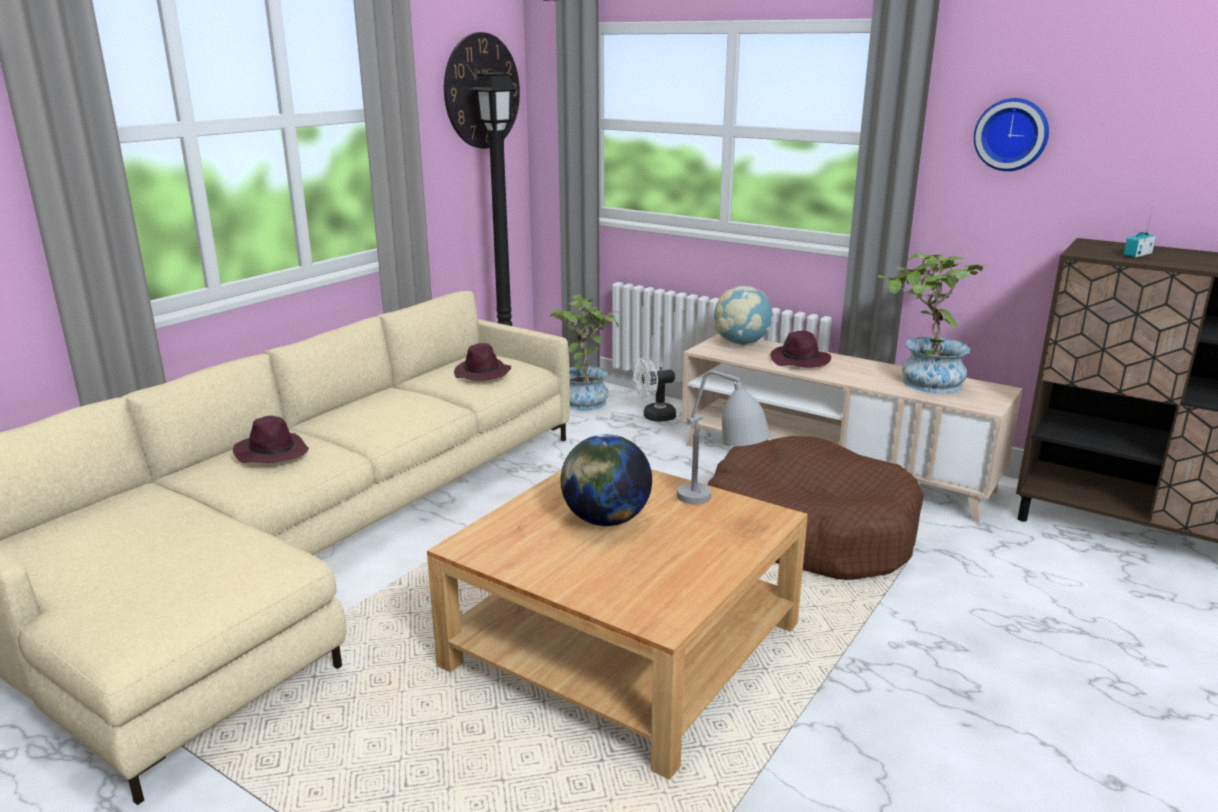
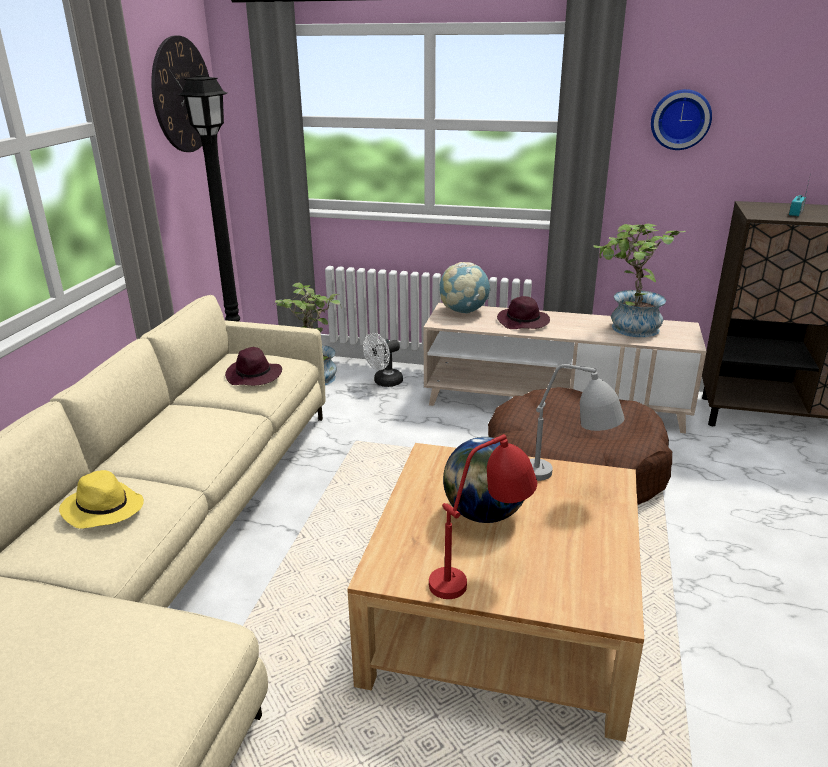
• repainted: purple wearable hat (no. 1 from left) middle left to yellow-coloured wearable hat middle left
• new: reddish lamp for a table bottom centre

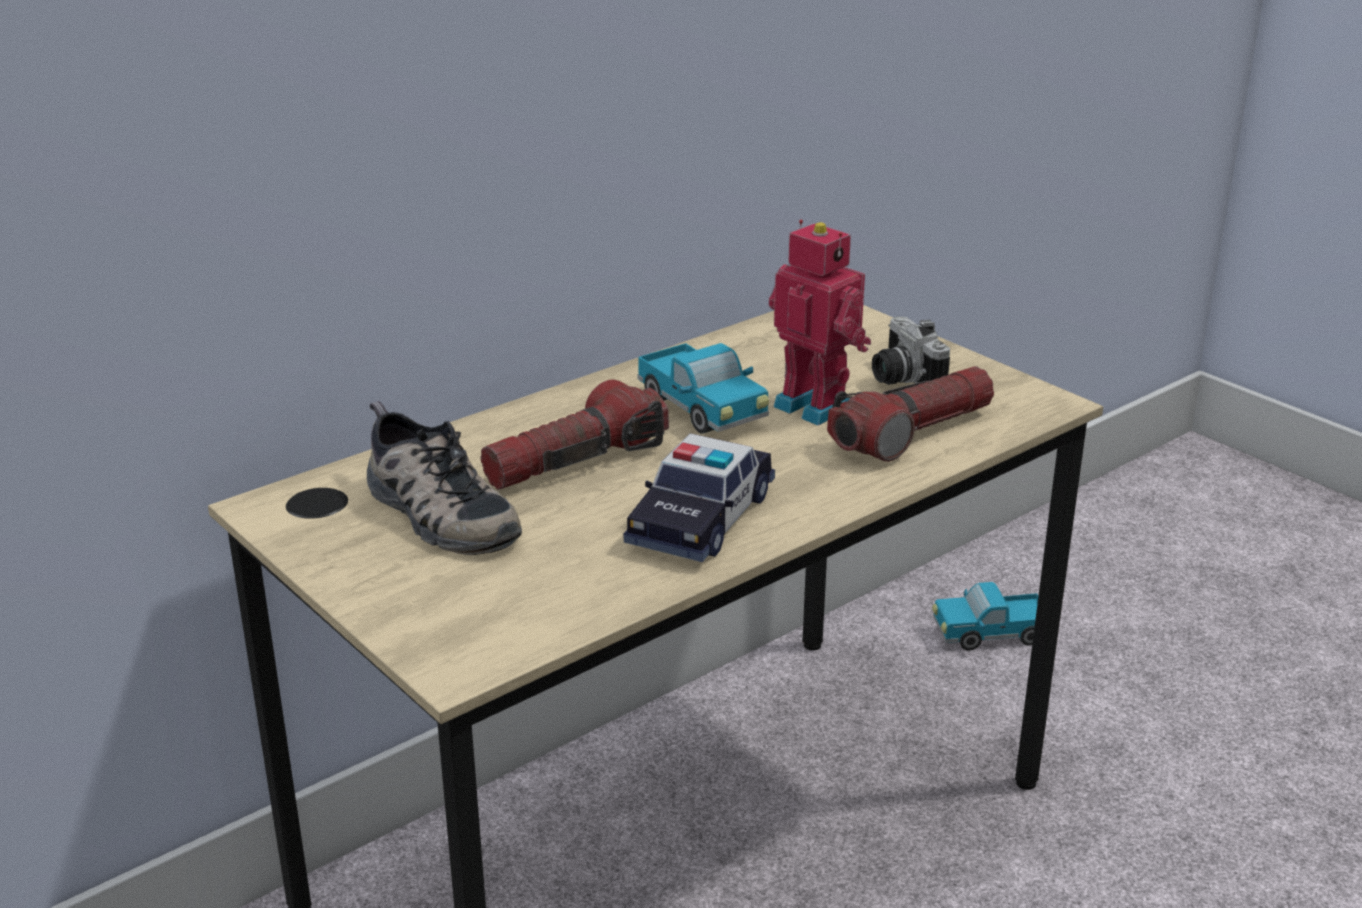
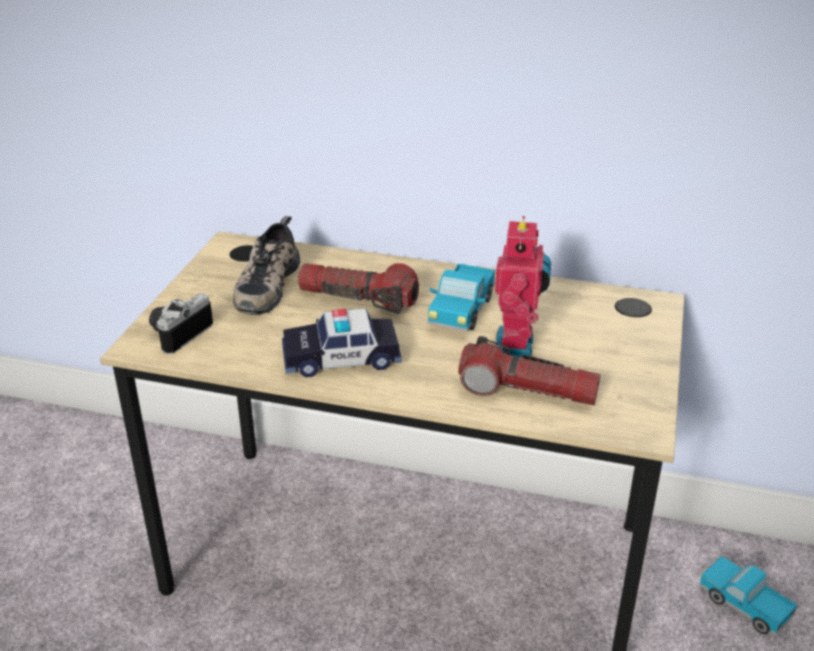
• shifted: photo camera middle right to middle left

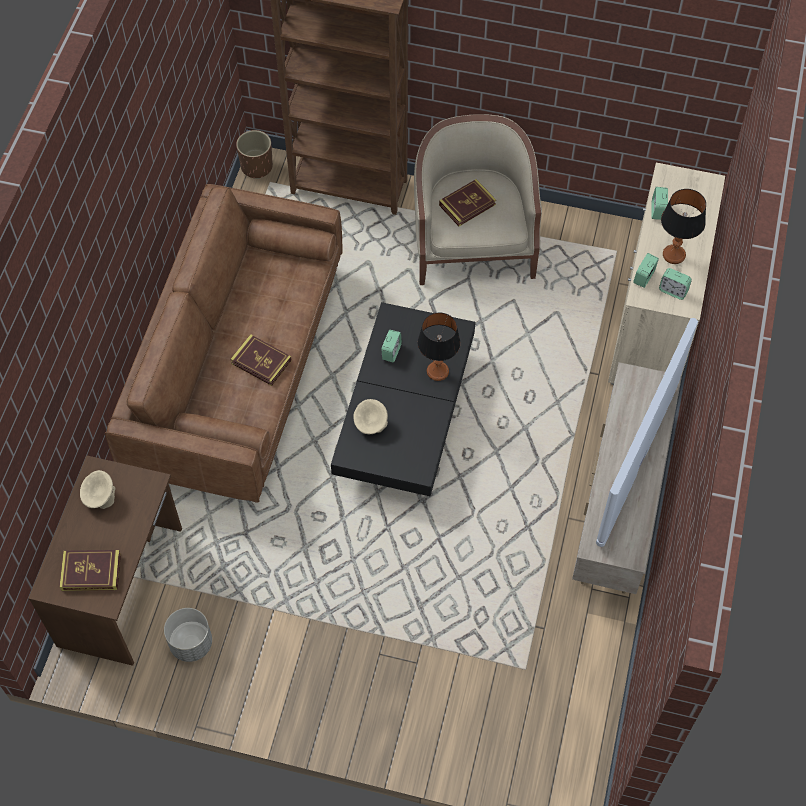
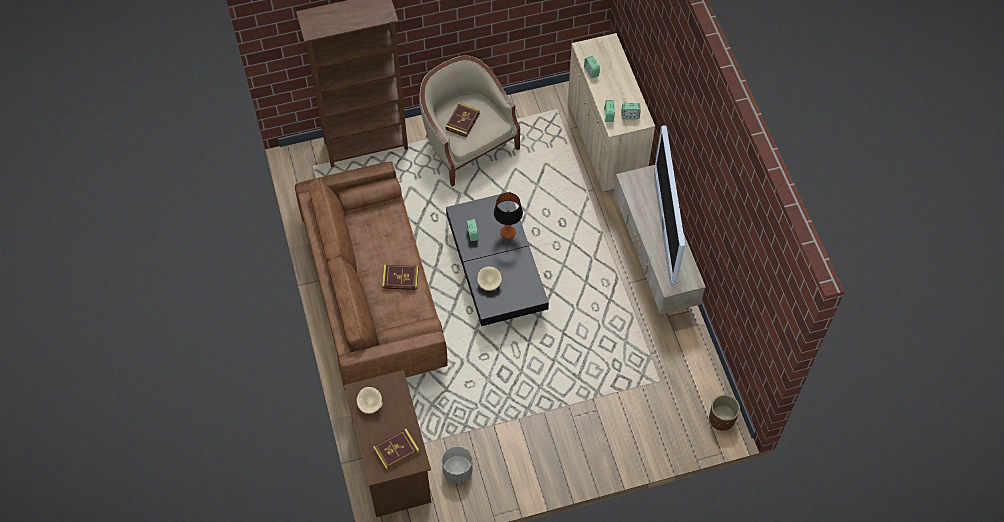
• shifted: brownish flower pot top left to bottom right
• gone: lamp for a table (no. 2 from left) top right

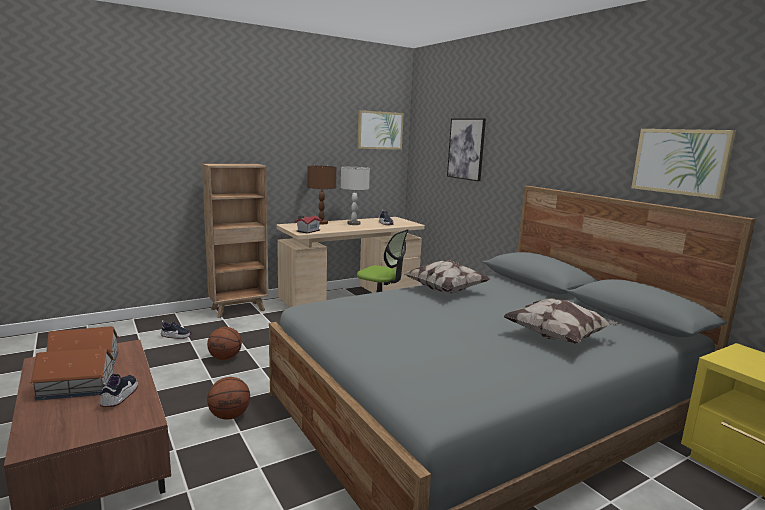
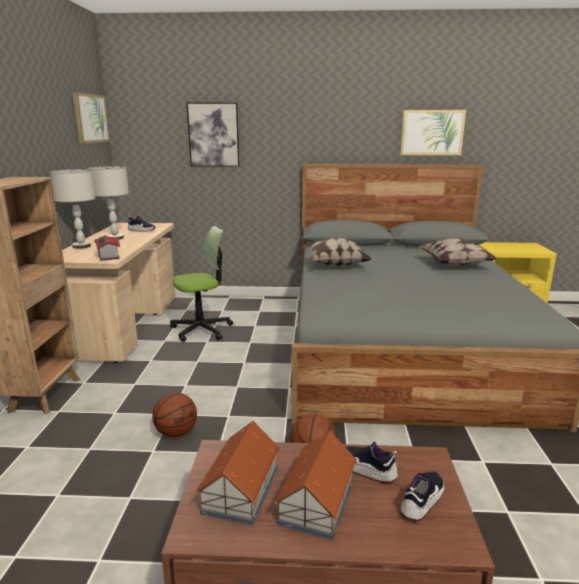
• repainted: brownish lamp for a table centre to greyish lamp for a table (no. 1 from left) middle left
• shifted: item of footwear (no. 2 from left in the first image) middle left to item of footwear (no. 3 from left) bottom right

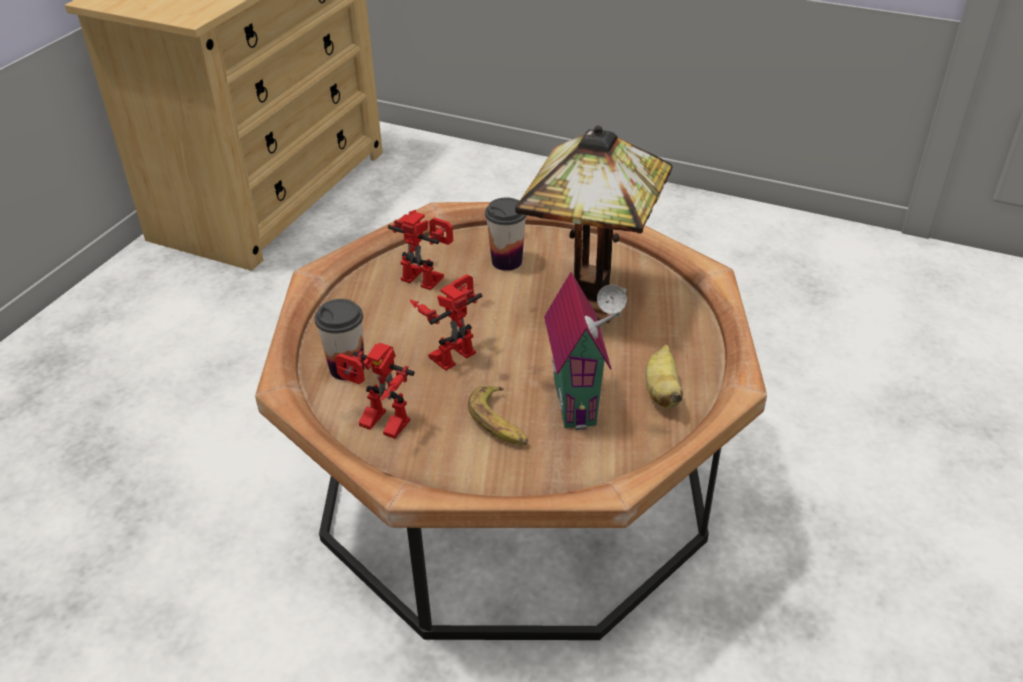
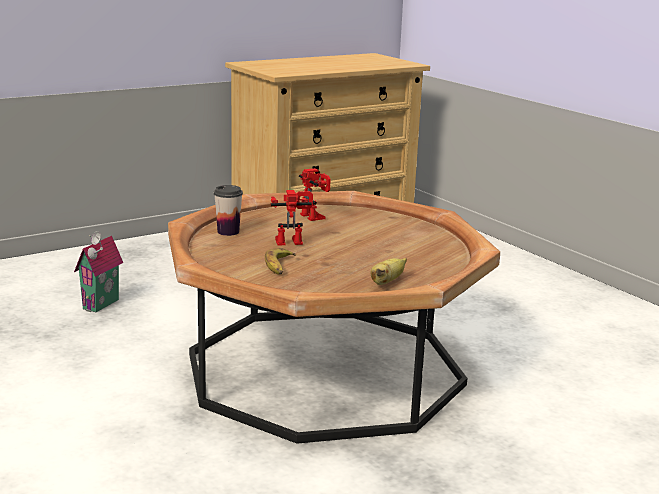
• gone: lamp for a table top centre
• gone: drinking cup (no. 2 from left) centre
• shifted: miniature house centre to middle left
• gone: toy robot (no. 1 from left) centre

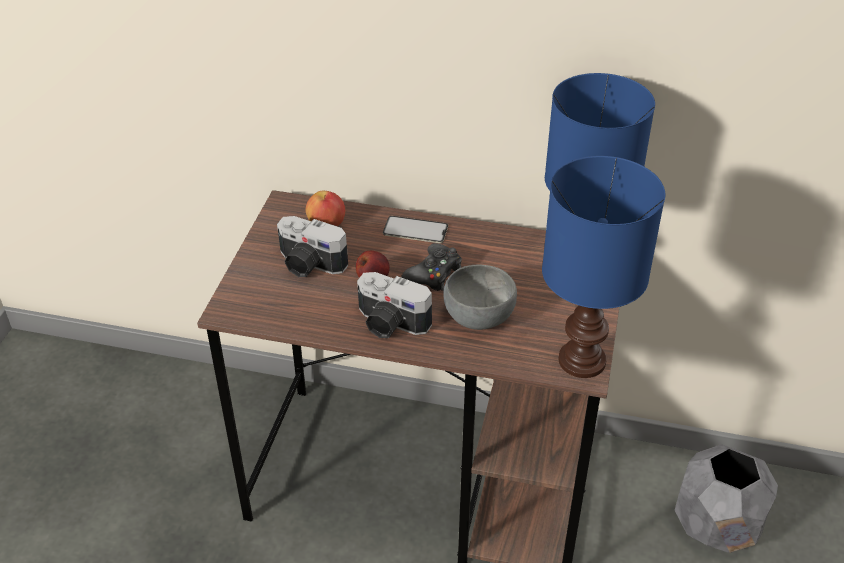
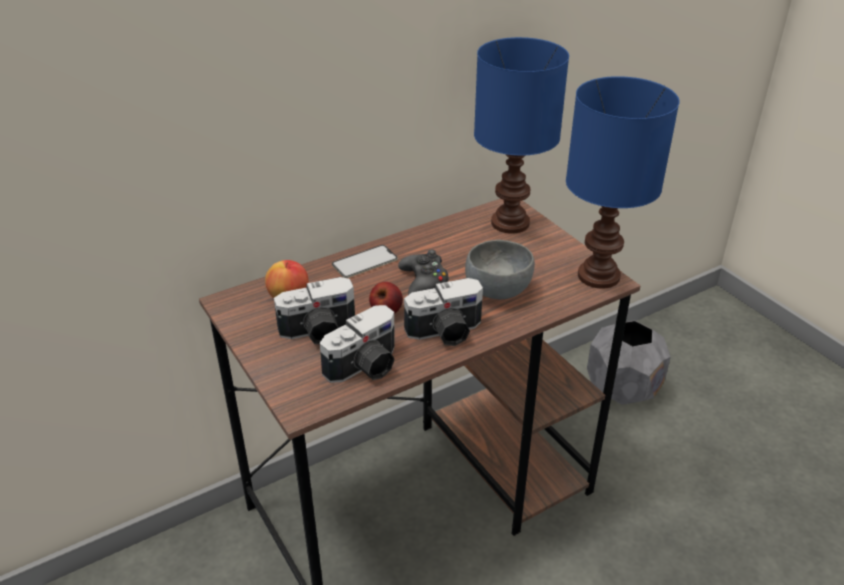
• new: photo camera (no. 2 from left) centre

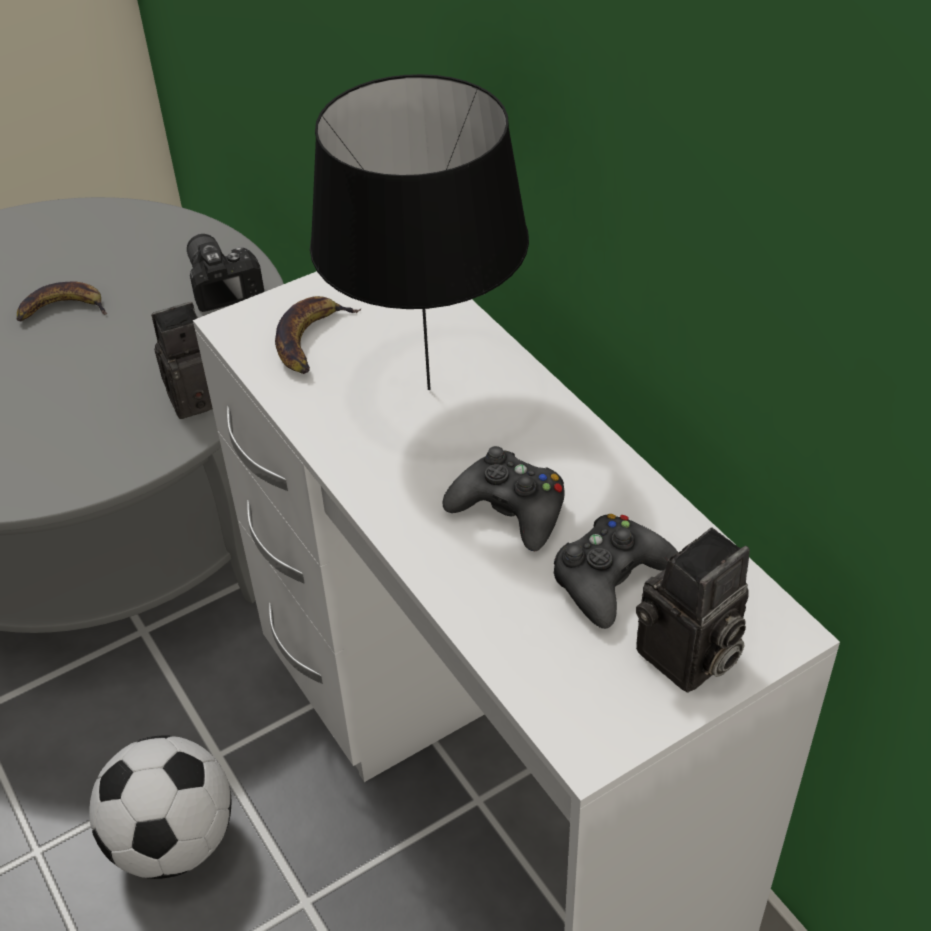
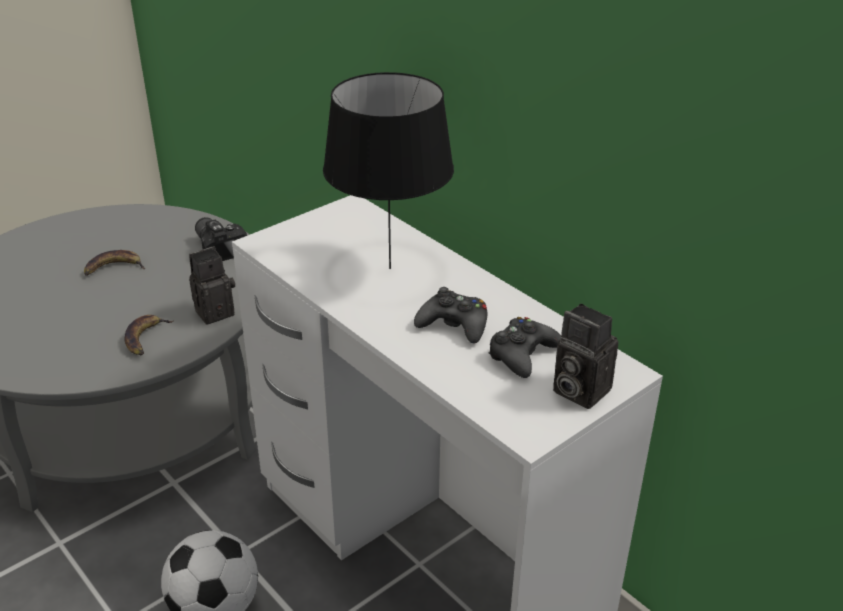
• shifted: banana fruit (no. 2 from left) centre to middle left
• rotated: photo camera (no. 3 from left) middle right = middle right 90 degrees clockwise

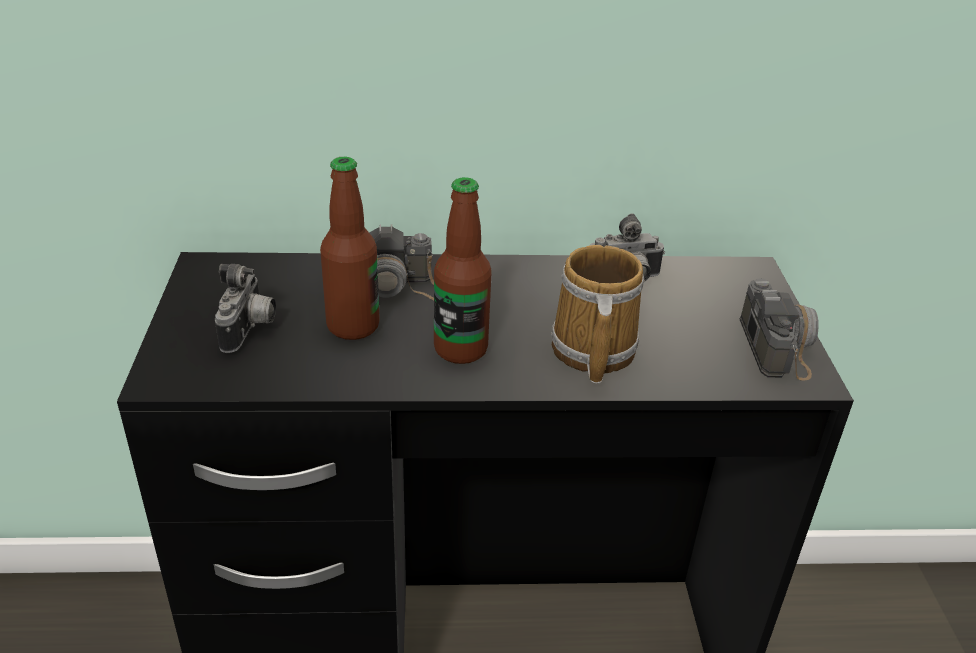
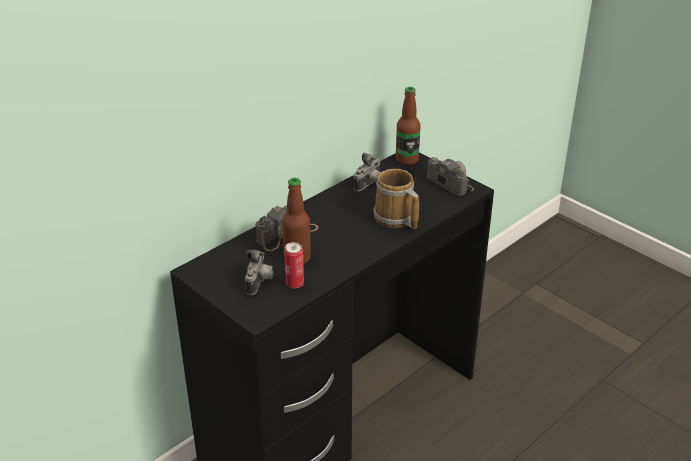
• shifted: drink bottle (no. 2 from left) centre to top centre
• rotated: photo camera (no. 1 from left) middle left = centre 45 degrees clockwise
• new: metal can centre

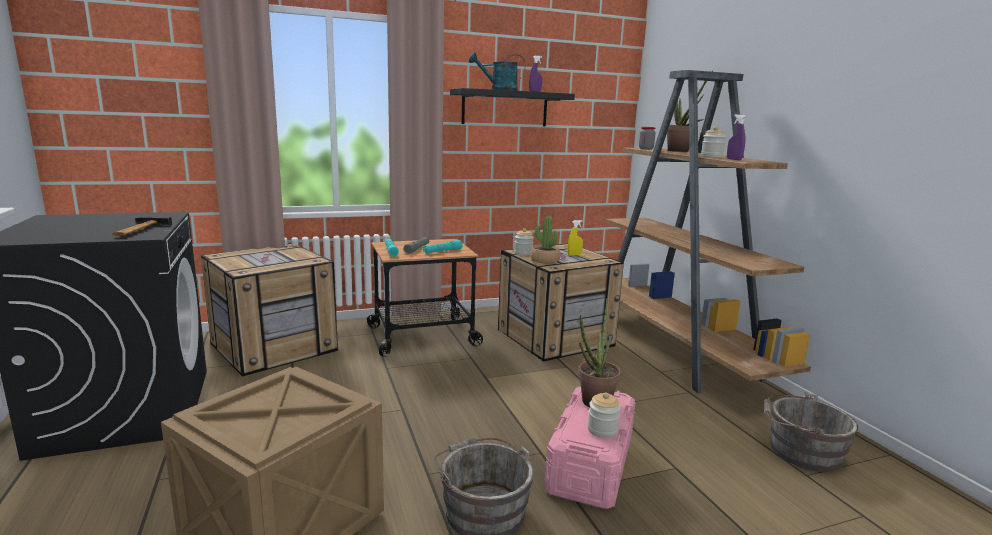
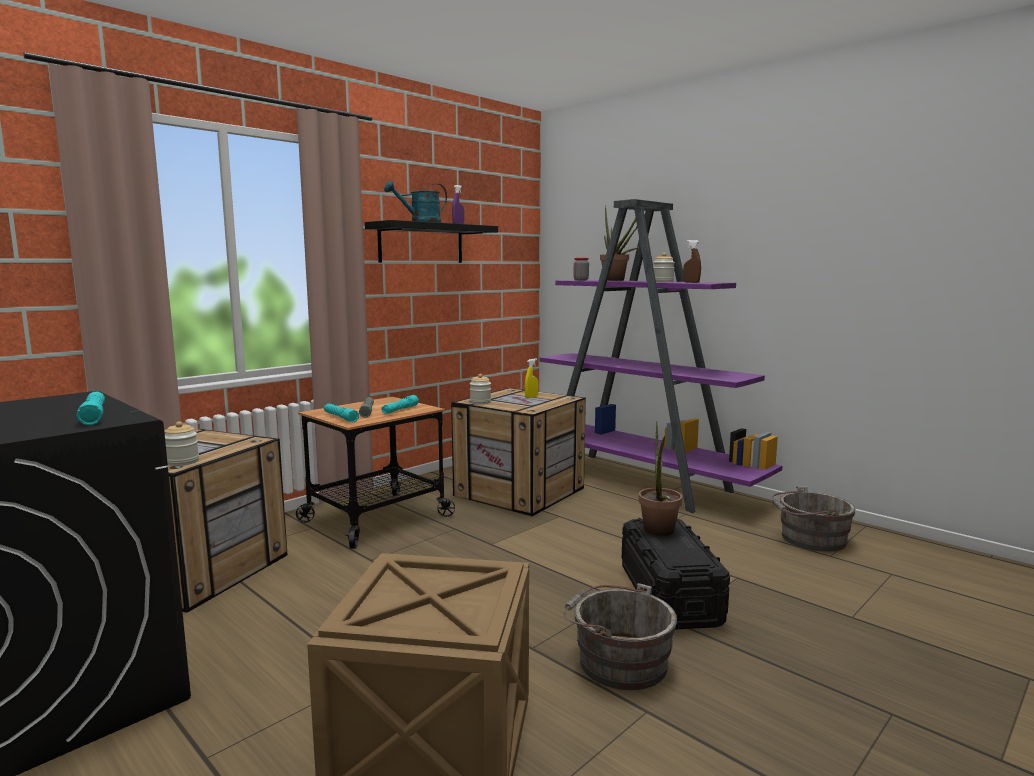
• repainted: brownish bookshelf middle right to purple bookshelf centre
• repainted: purple spray bottle (no. 2 from left) top right to brownish spray bottle middle right
• gone: potted plant (no. 1 from left) centre
• swapped: hammer middle left to turquoise-coloured flashlight (no. 1 from left) middle left
• repainted: pink storage container bottom centre to black storage container bottom centre
• shifted: storage jar (no. 2 from left in the first image) bottom centre to storage jar (no. 1 from left) middle left

